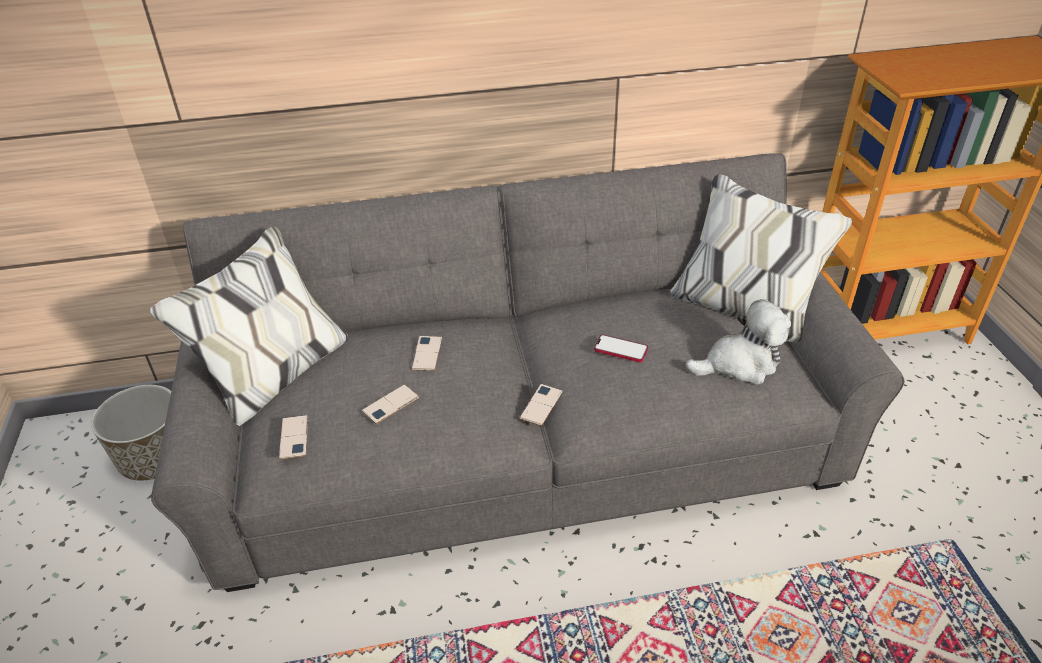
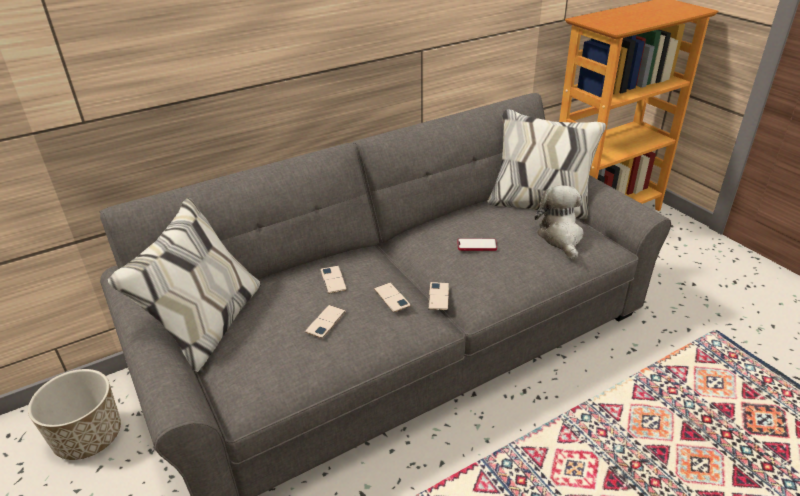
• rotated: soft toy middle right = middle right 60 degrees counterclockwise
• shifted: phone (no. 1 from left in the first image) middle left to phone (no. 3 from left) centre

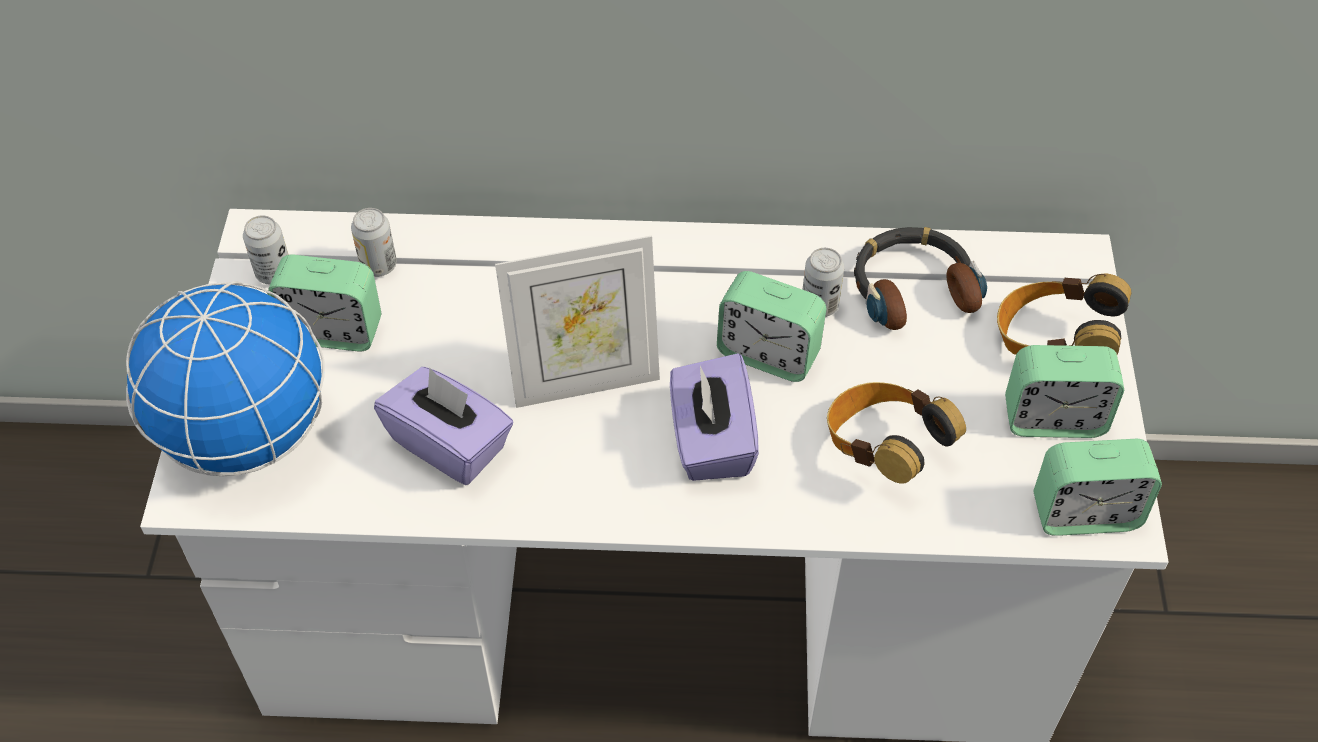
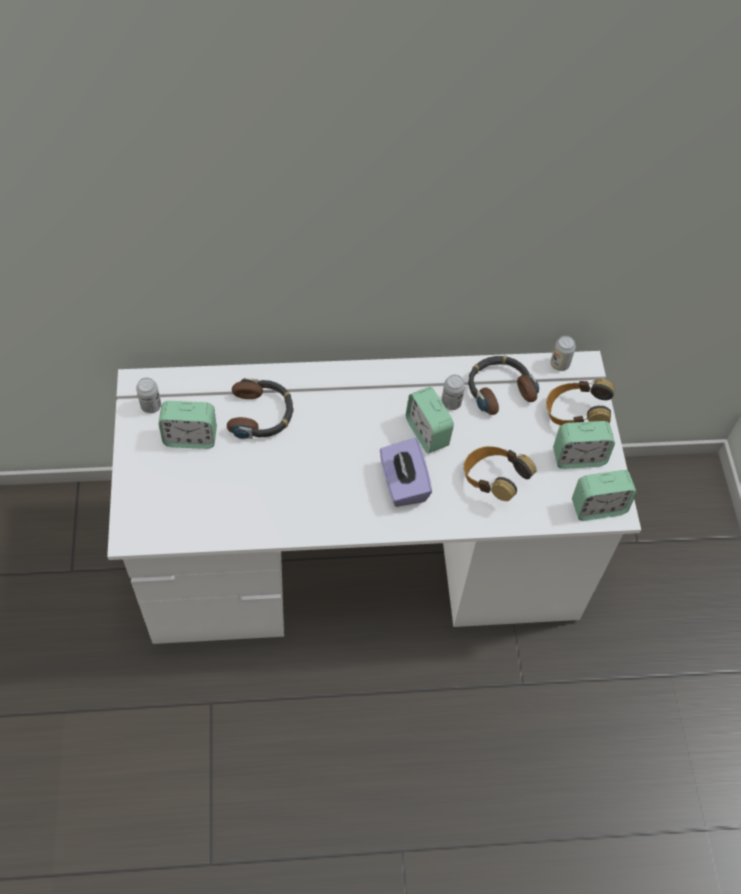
• shifted: metal can (no. 2 from left in the first image) top left to metal can (no. 3 from left) middle right
• gone: picture frame centre
• rotated: bedside clock (no. 2 from left) centre = centre 45 degrees clockwise
• gone: desk globe middle left
• gone: purple tissue box (no. 1 from left) centre
• new: headphones (no. 1 from left) centre

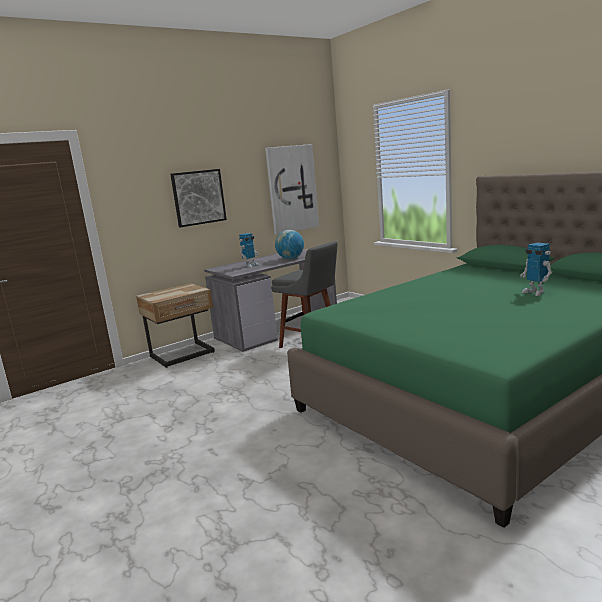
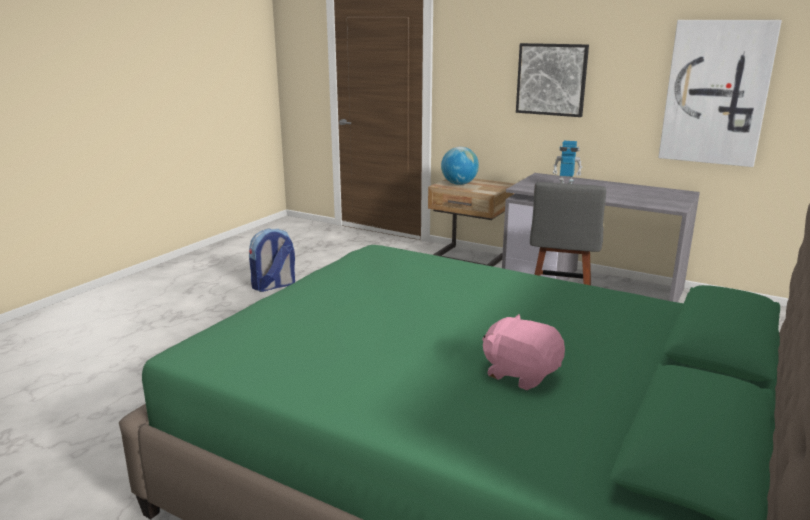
• shifted: desk globe centre to top centre
• swapped: toy robot (no. 2 from left) middle right to pink soft toy bottom centre
• new: knapsack centre

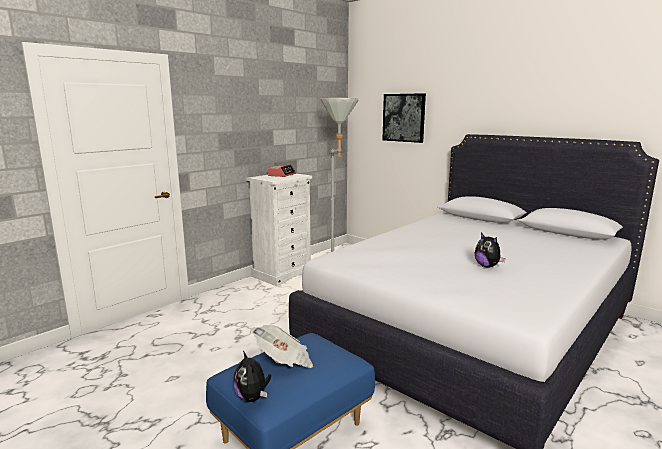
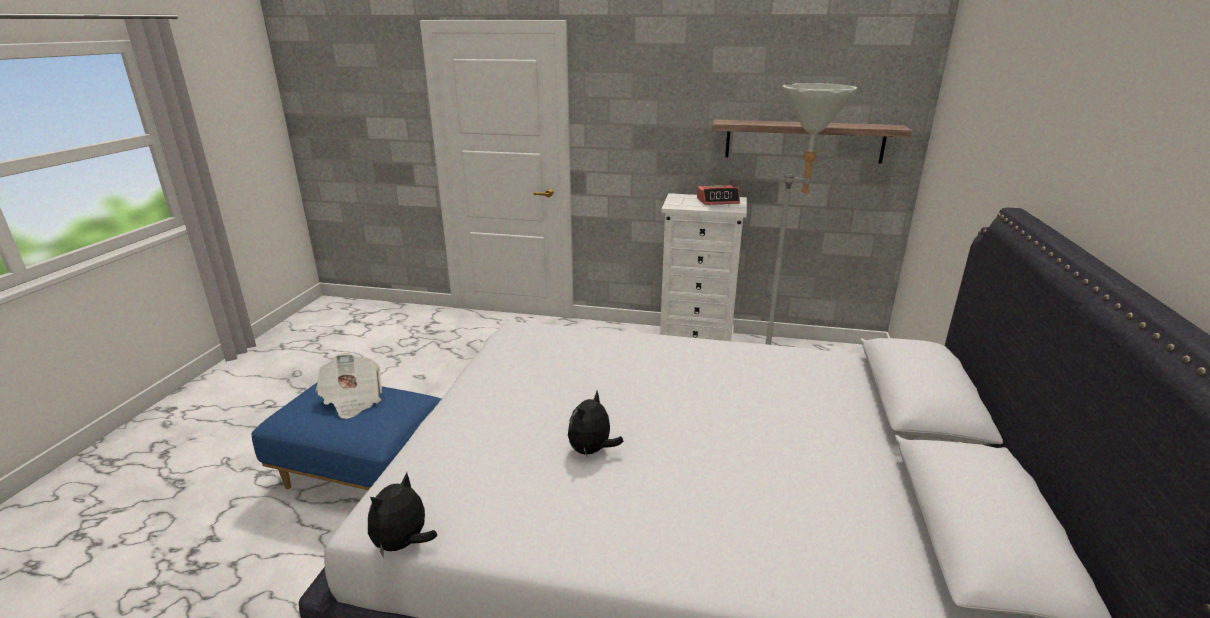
• gone: picture top centre
• shifted: soft toy (no. 1 from left) bottom centre to bottom left
• new: wall shelf top right

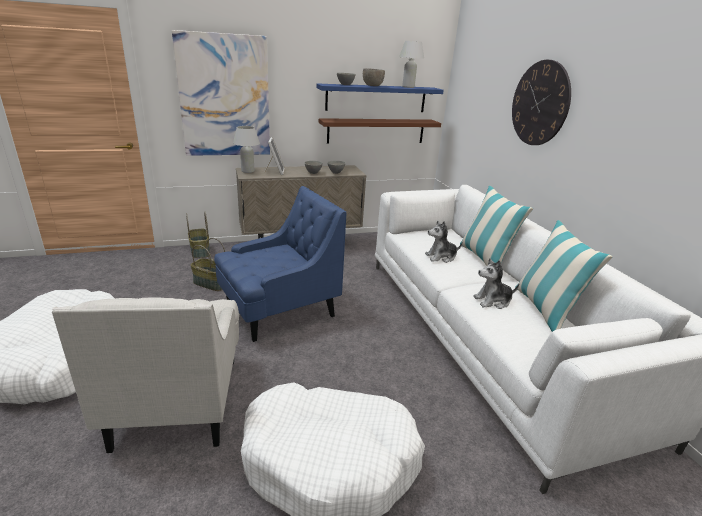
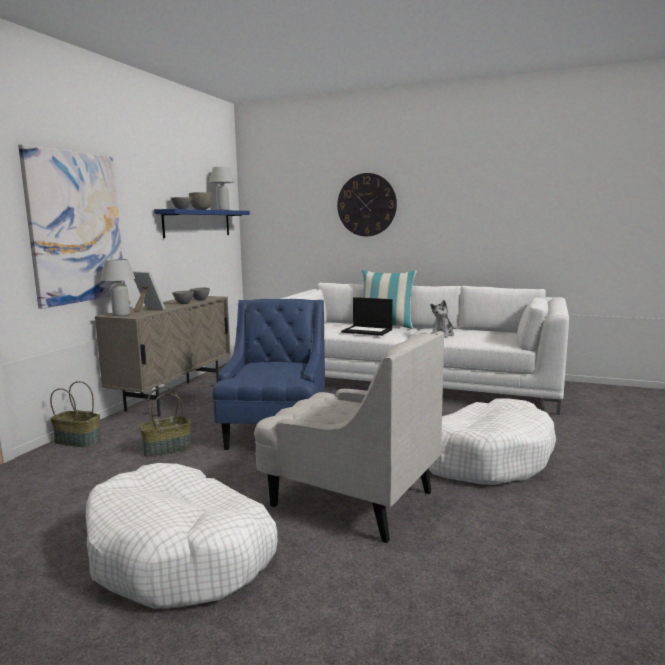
• gone: brownish wall shelf top centre
• gone: cushion (no. 2 from left) middle right
• swapped: soft toy (no. 1 from left) centre to laptop centre

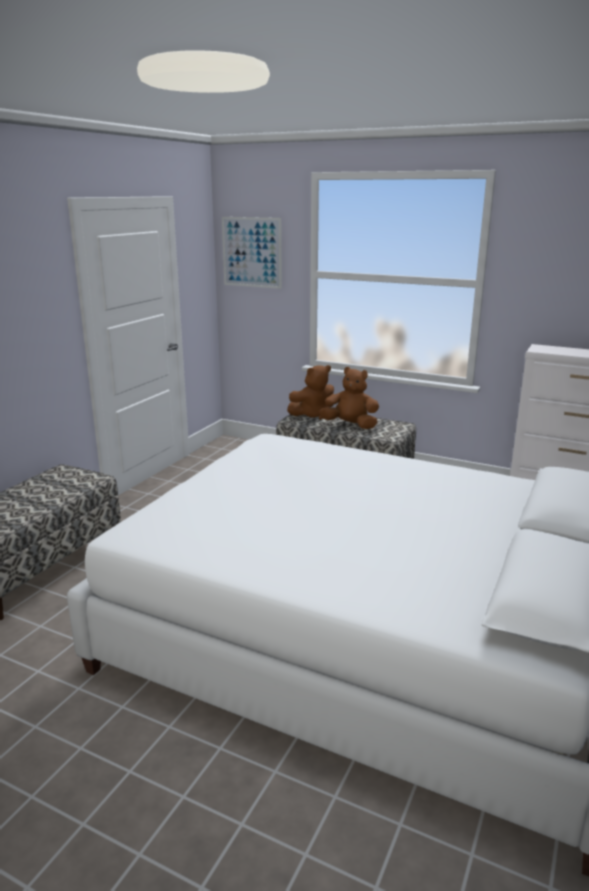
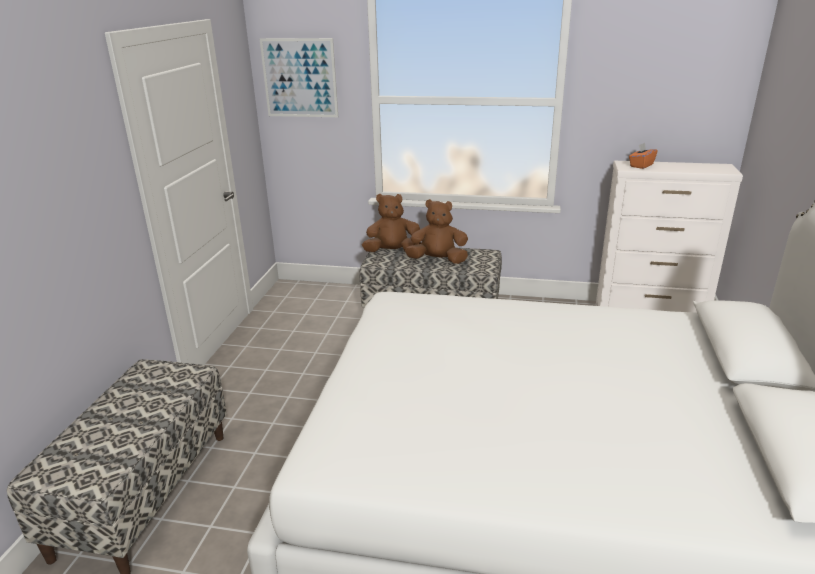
• rotated: brownish soft toy (no. 1 from left) centre = centre 150 degrees counterclockwise
• new: orange tissue box top right

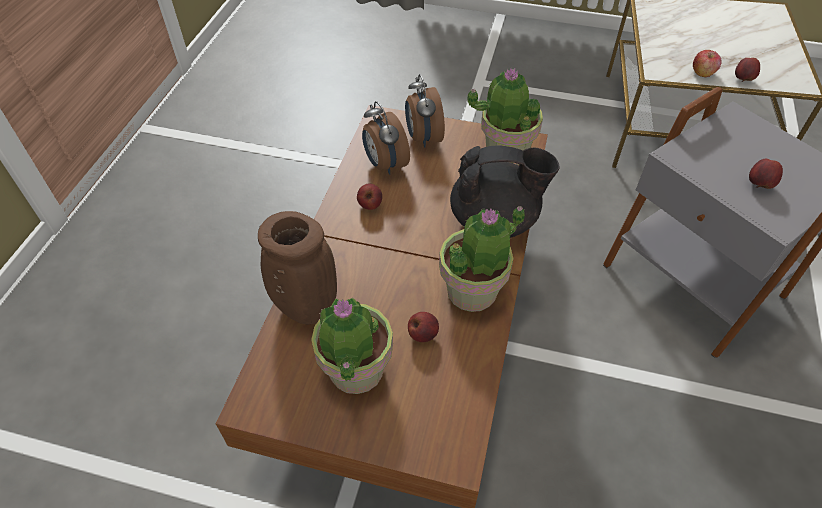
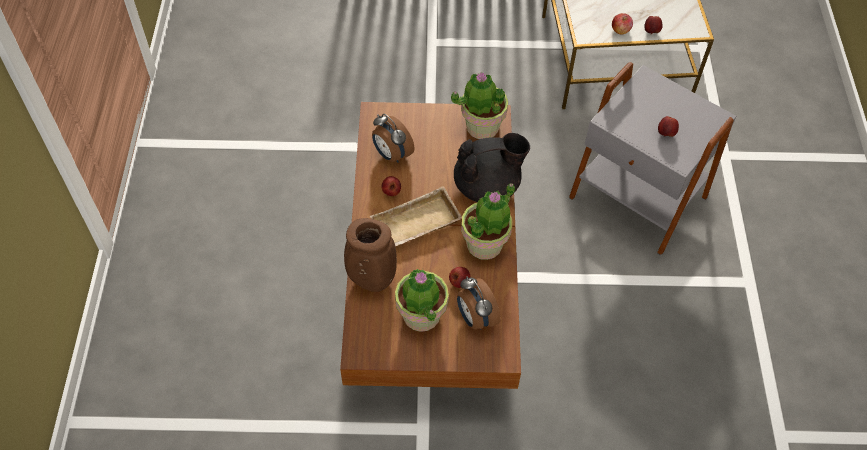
• shifted: bedside clock (no. 2 from left) top centre to bottom centre
• new: sand-coloured carrying tray centre

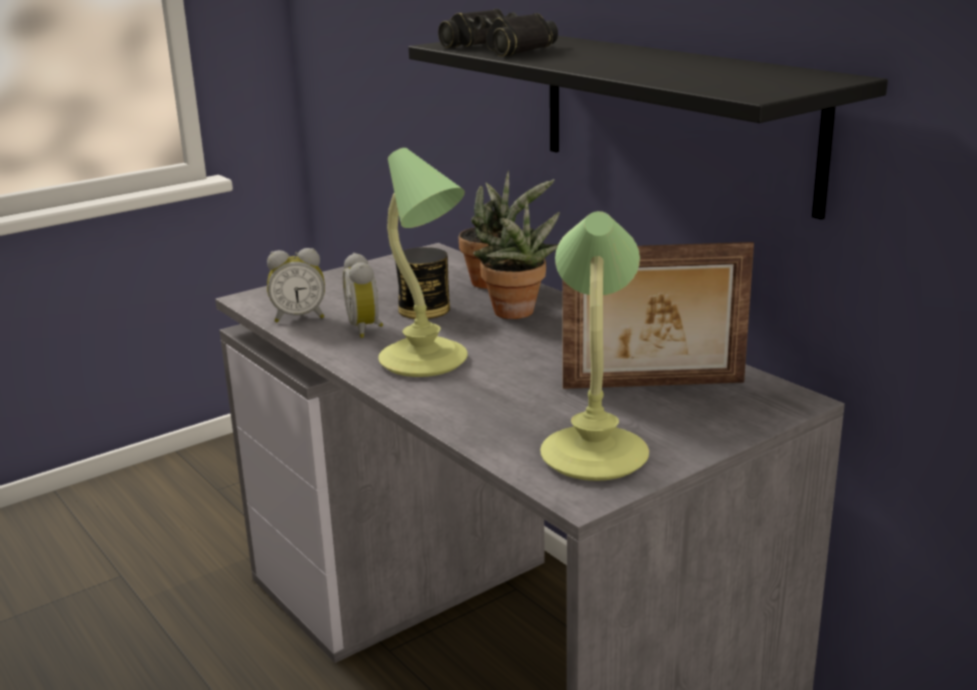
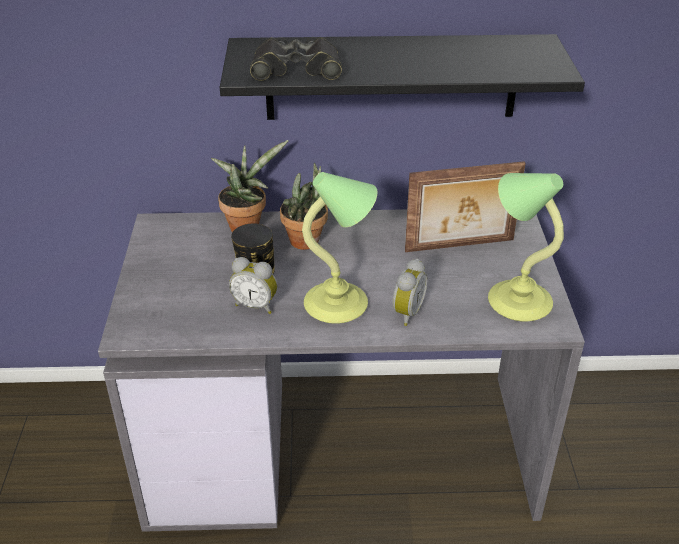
• rotated: picture frame middle right = middle right 45 degrees clockwise
• shifted: bedside clock (no. 1 from left in the first image) middle left to bedside clock (no. 2 from left) centre

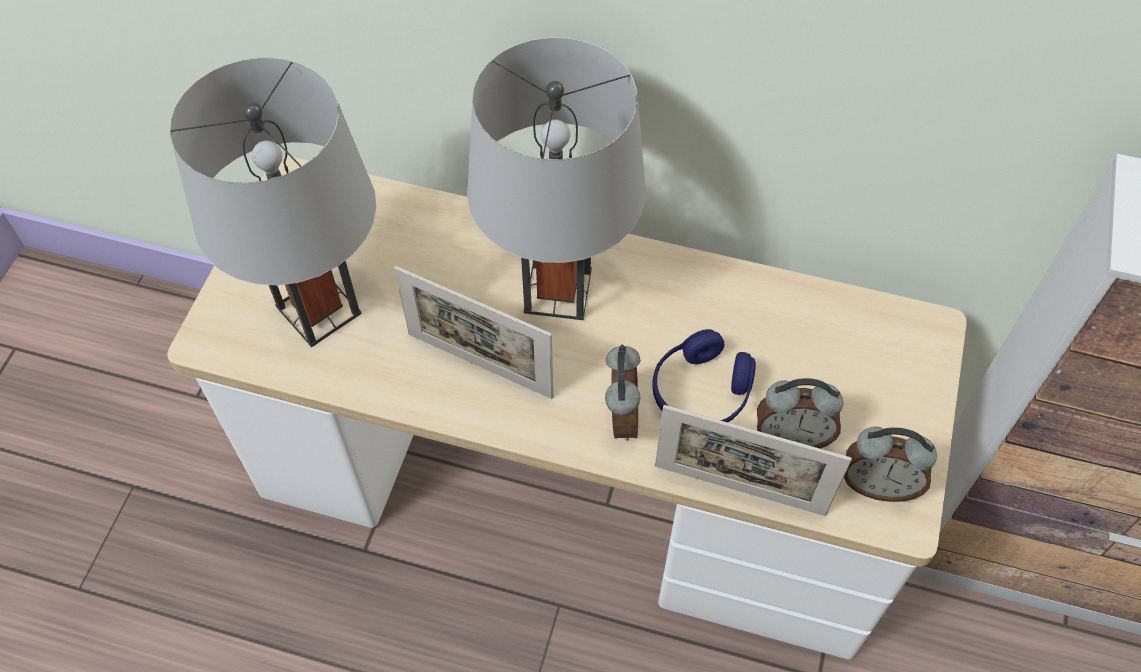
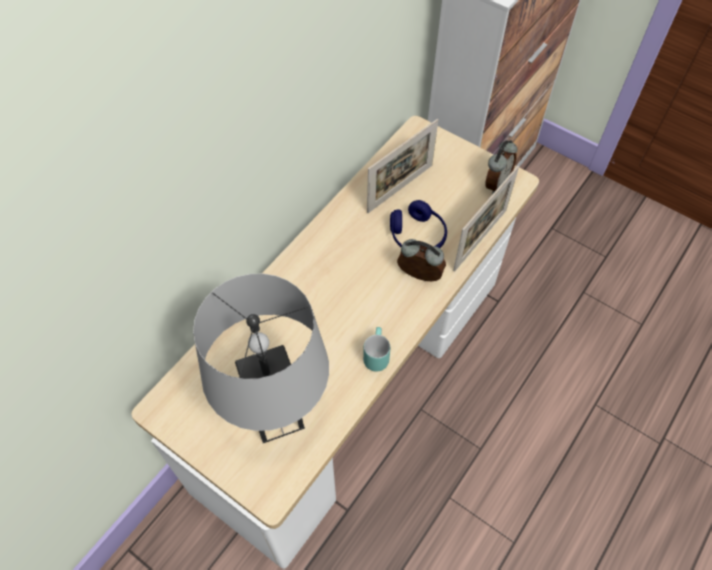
• gone: greyish lamp for a table (no. 2 from left) top centre
• shifted: picture frame (no. 1 from left) centre to top centre
• gone: bedside clock (no. 2 from left) middle right
• new: turquoise-coloured coffee mug centre

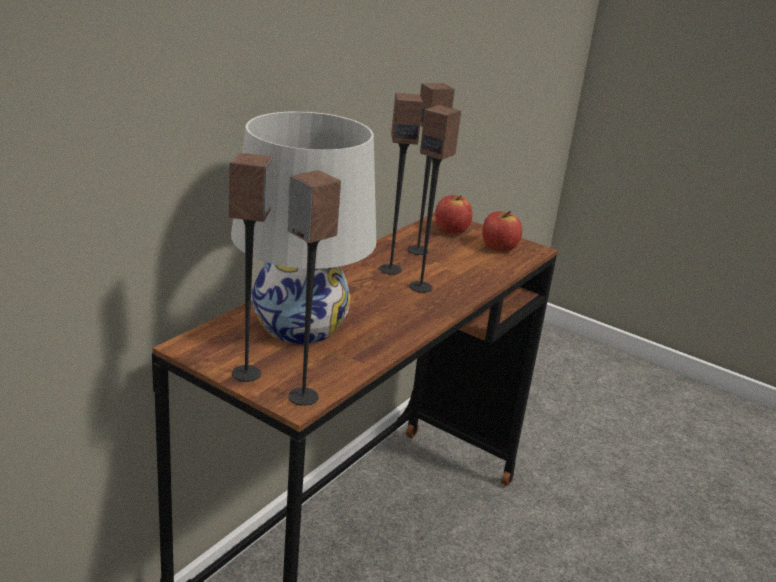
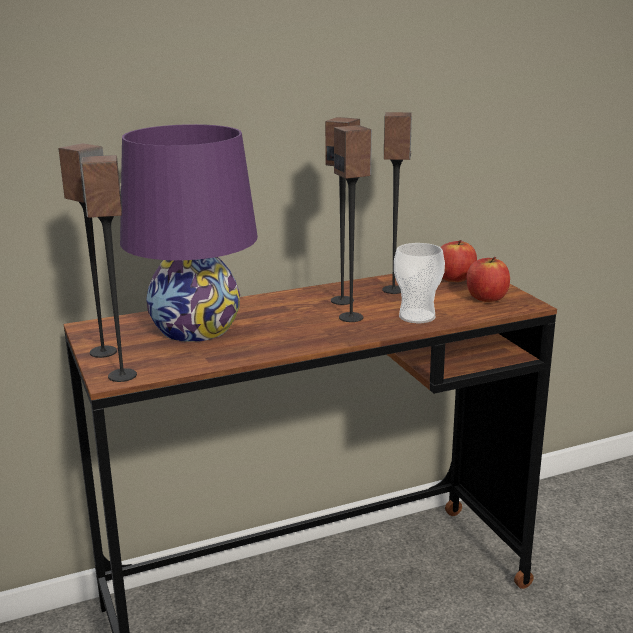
• repainted: white lamp for a table centre to purple lamp for a table middle left
• new: drinking cup centre

